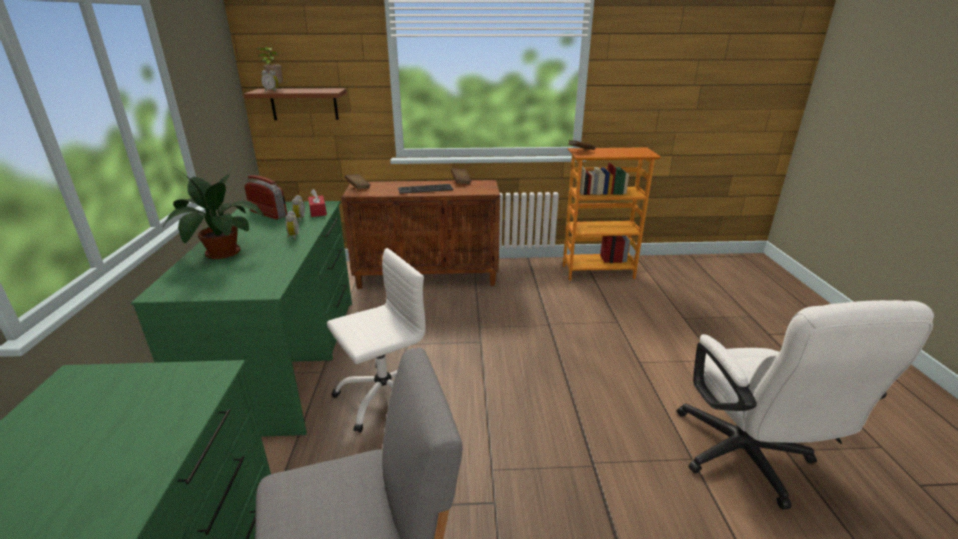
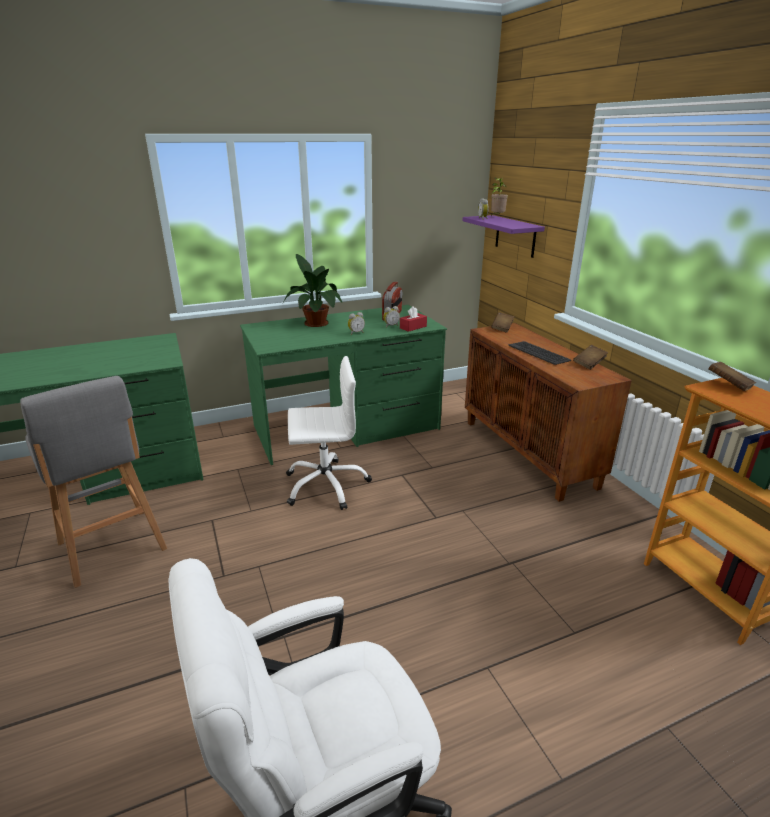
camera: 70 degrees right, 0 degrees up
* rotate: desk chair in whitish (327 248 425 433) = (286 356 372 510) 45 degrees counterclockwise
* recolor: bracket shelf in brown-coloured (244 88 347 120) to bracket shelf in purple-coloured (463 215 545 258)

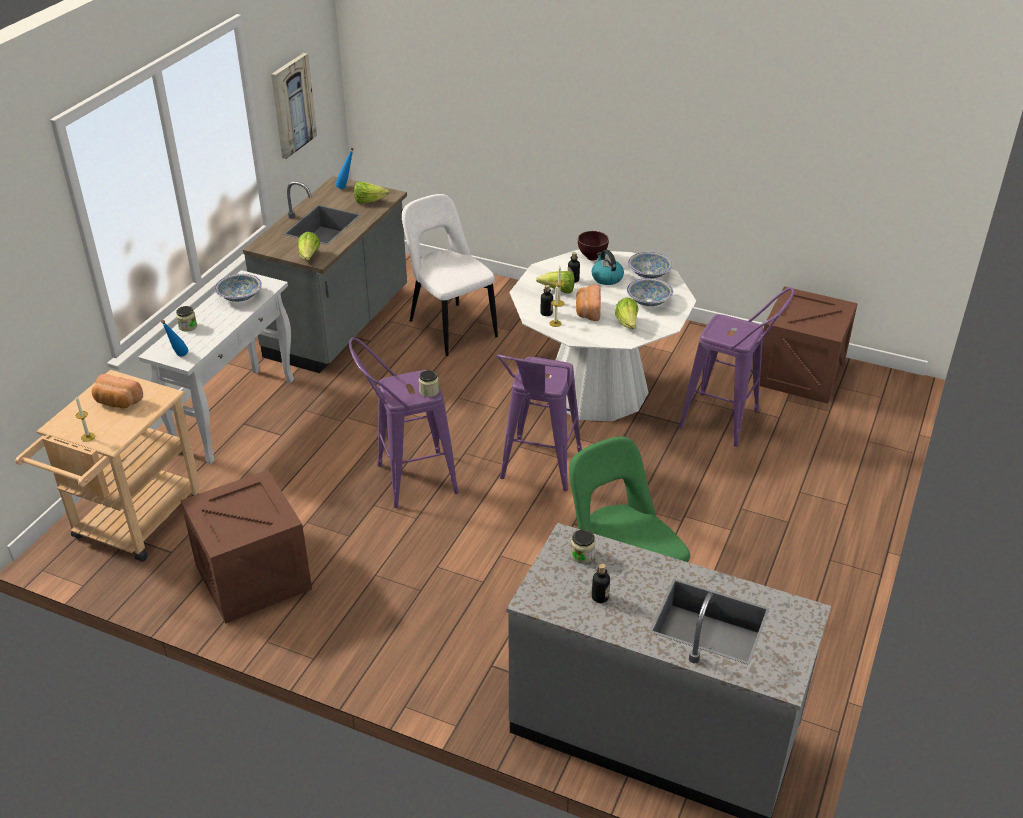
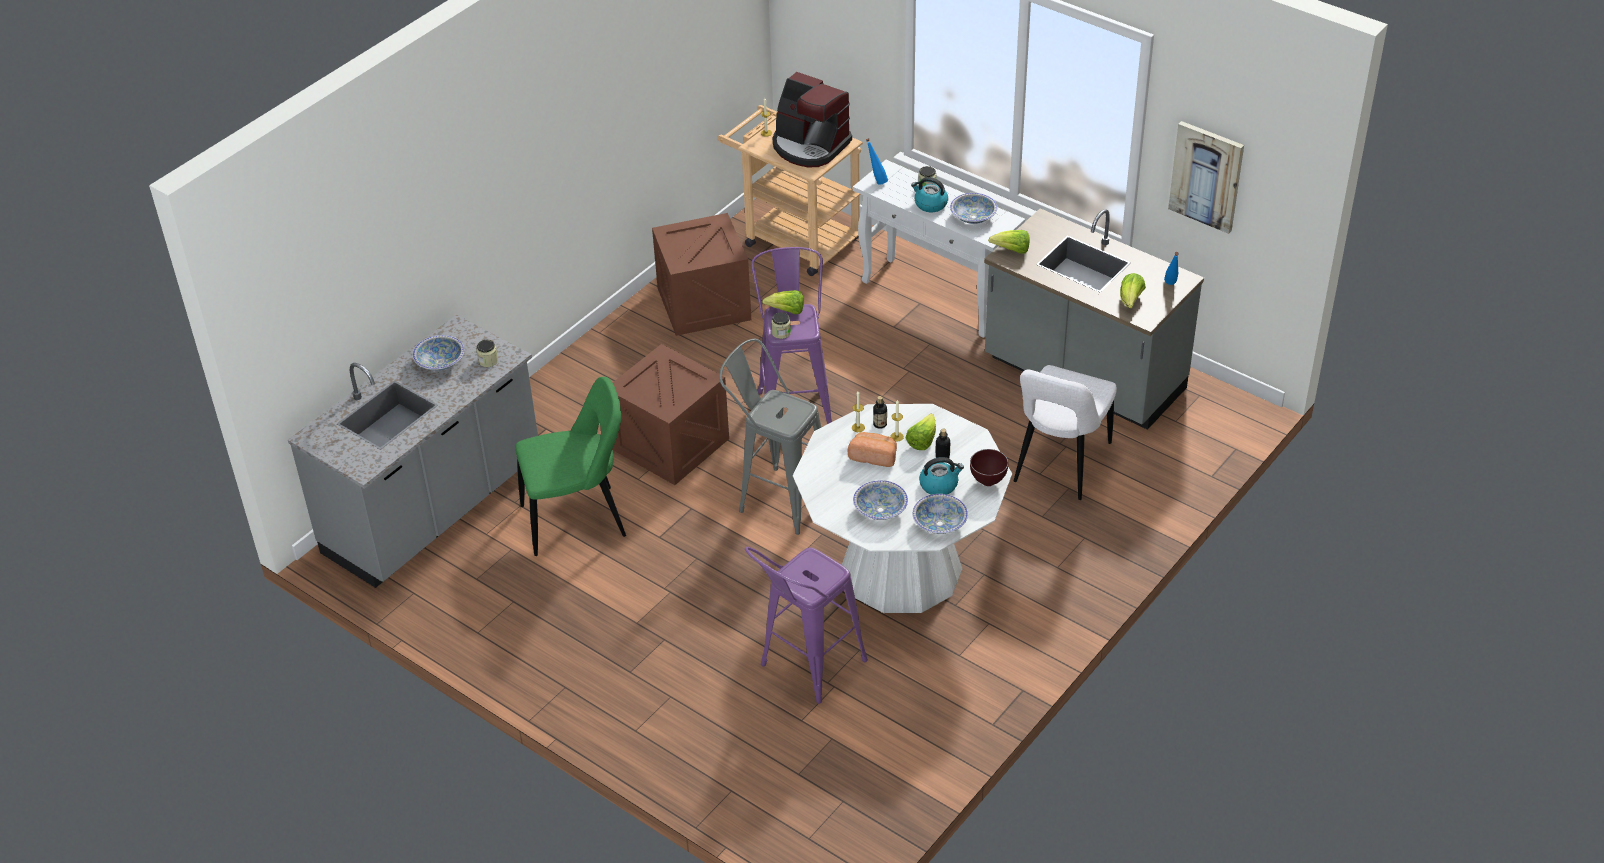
camera: 105 degrees right, 5 degrees up
* replace: bottle (592 564 610 603) to deep dish (413 335 464 371)
* move: crate (760 286 858 404) to (612 344 729 485)
* recolor: stool seat in purple-coloured (496 355 582 491) to stool seat in gray (719 339 821 535)
* move: head of lettuce (615 298 638 329) to (762 290 804 314)
* replace: bread (92 374 143 408) to coffee brewer (773 72 852 167)
* insert: water kettle (911 177 948 212)
* rotate: chair in whitish (402 194 498 356) = (1014 365 1117 500) 135 degrees clockwise

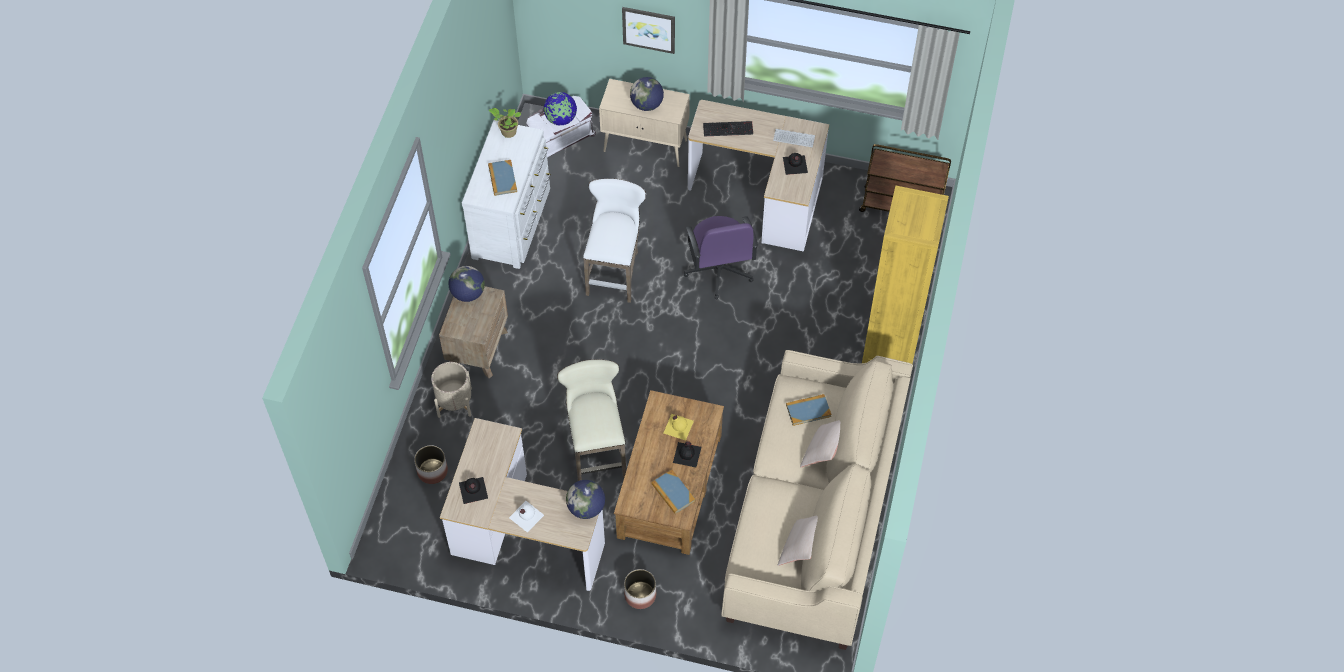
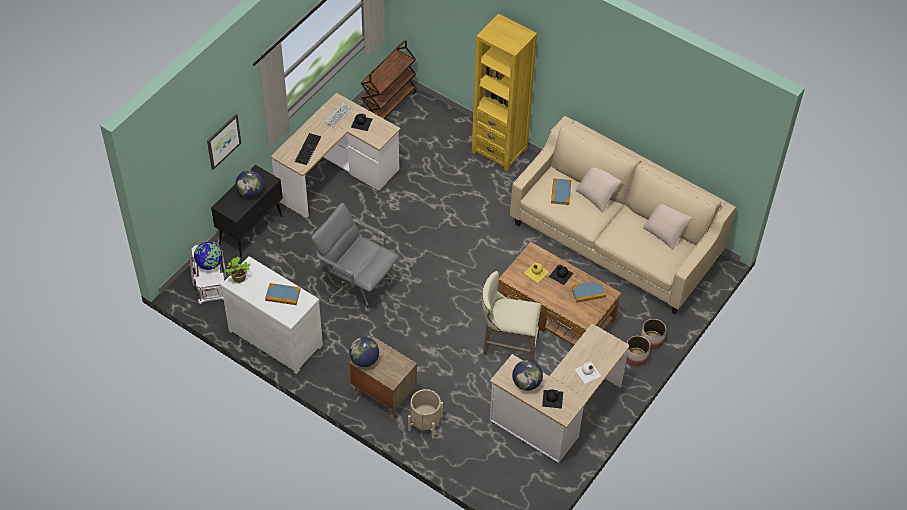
camera: 70 degrees left, 5 degrees down
* recolor: storage cabinet in sand-coloured (599 79 690 167) to storage cabinet in black-coloured (211 165 283 258)
* replace: stool seat in whitish (583 179 646 303) to desk chair in gray (311 203 399 313)
* move: world globe (566 480 605 519) to (512 360 543 391)
* move: plant pot (414 445 448 484) to (641 319 666 349)
* delete: desk chair in purple-coloured (684 216 758 299)

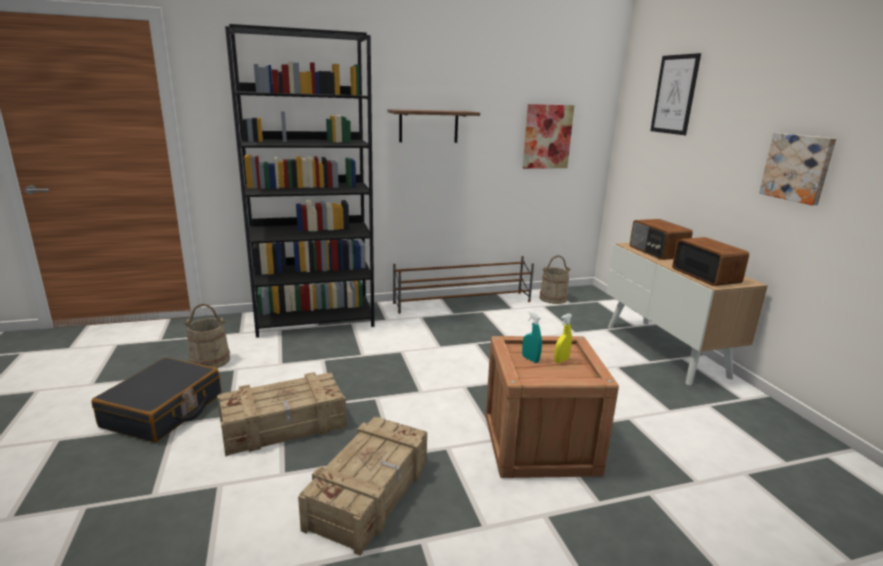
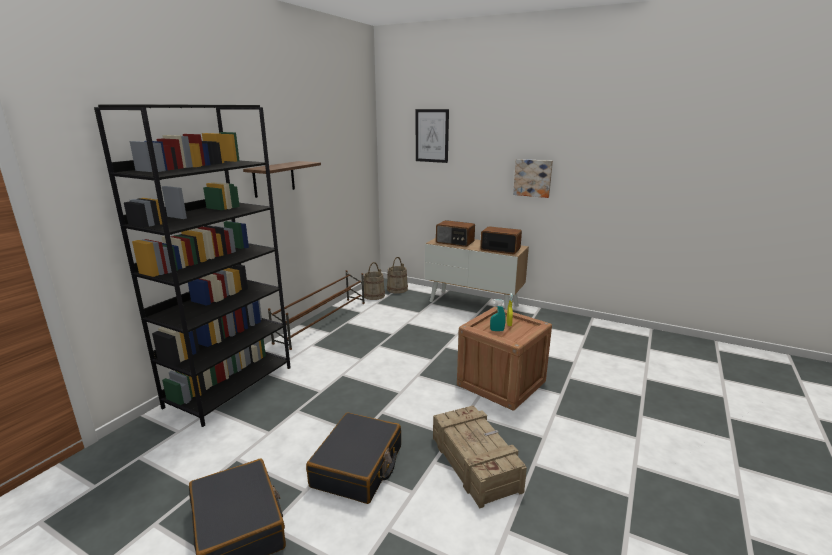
camera: 45 degrees left, 0 degrees up
* replace: crate (217 372 347 456) to suitcase in black-coloured (306 413 401 504)
* move: pail in sand-coloured (183 304 230 368) to (387 257 408 294)
* delete: wall art (523 104 574 169)

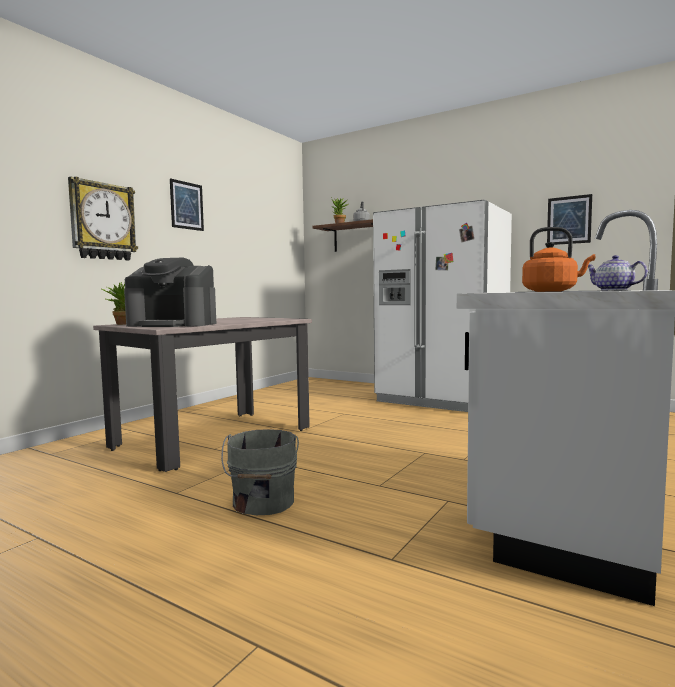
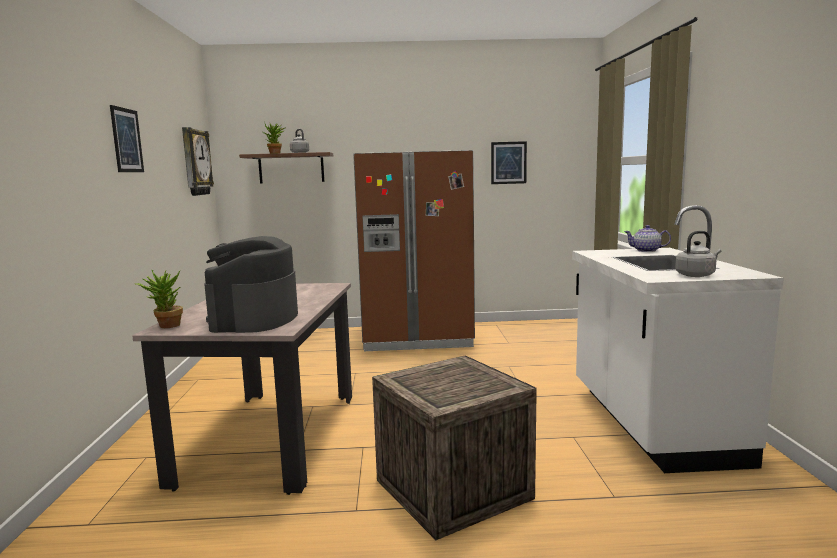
camera: 35 degrees left, 5 degrees up
* move: clock on the wall (68 177 138 260) to (182 127 214 196)
* rotate: coffee brewer (124 258 216 327) = (204 236 298 333) 120 degrees clockwise
* recolor: fridge in whitish (373 200 512 412) to fridge in brown-coloured (353 150 475 351)
* replace: pail in gray (221 429 299 515) to crate (372 355 537 540)
* recolor: water kettle in orangey (522 227 595 292) to water kettle in gray (675 231 721 277)

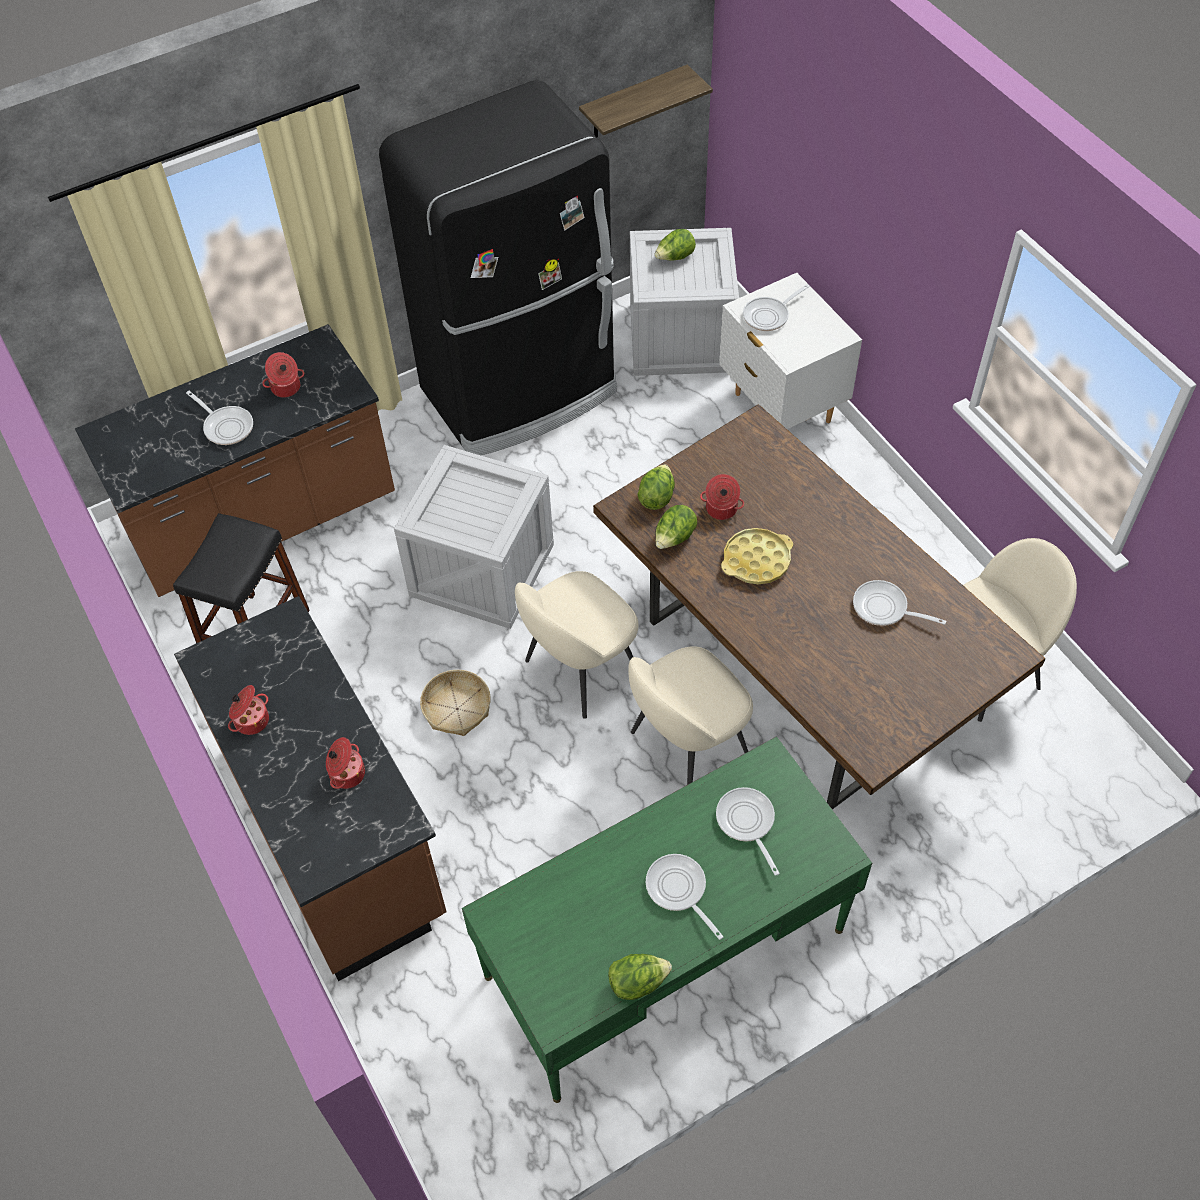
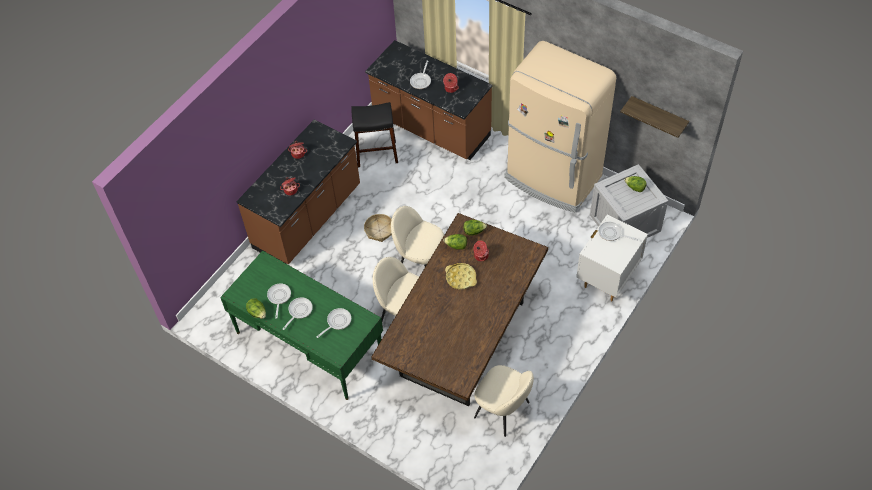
camera: 65 degrees right, 0 degrees up
* move: skillet (853 580 946 626) to (267 283 291 318)
* recolor: fridge in black-coloured (379 80 617 455) to fridge in sand-coloured (504 41 616 212)
* delete: crate (394 445 554 629)

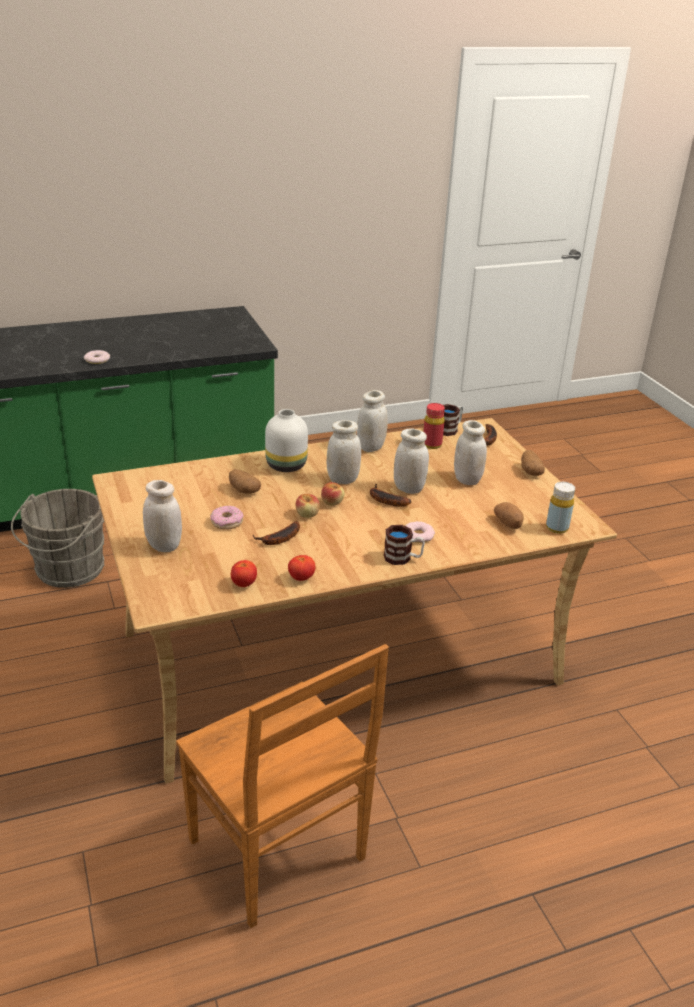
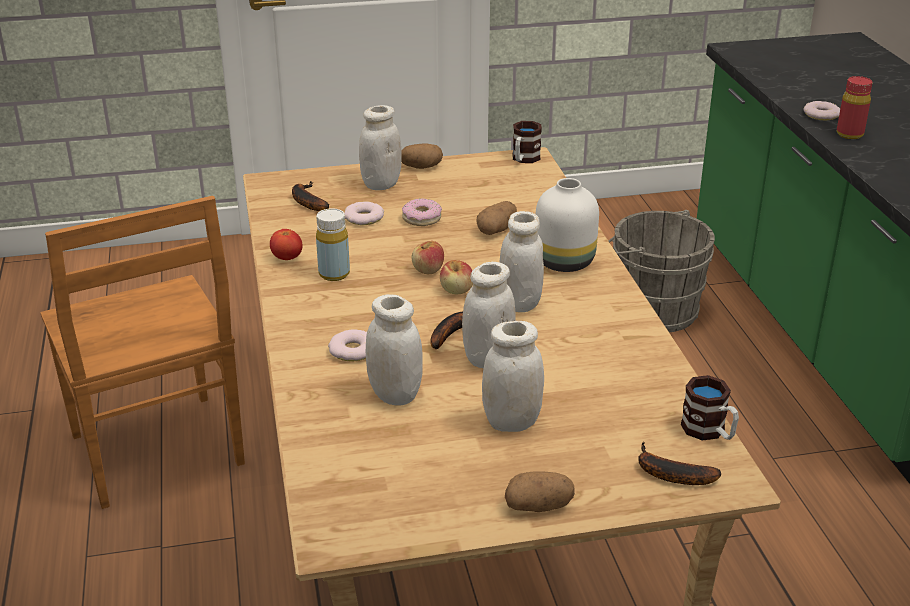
camera: 100 degrees right, 0 degrees up
* rotate: chair in brown-coloured (176 644 389 928) = (40 196 245 509) 90 degrees counterclockwise
* move: banana fruit (253 521 300 545) to (292 181 329 211)
* move: bottle in yellow (546 482 575 534) to (316 208 350 281)
* insert: donut (344 202 384 225)
* move: storage jar in whitish (357 390 388 452) to (366 294 423 406)
* move: whole potato (494 502 524 529) to (401 143 443 169)
* move: tea mug (384 525 425 565) to (512 121 542 163)
* move: bottle in reddish (423 403 445 449) to (837 76 873 139)
* delete: whole tomato (231 560 257 587)

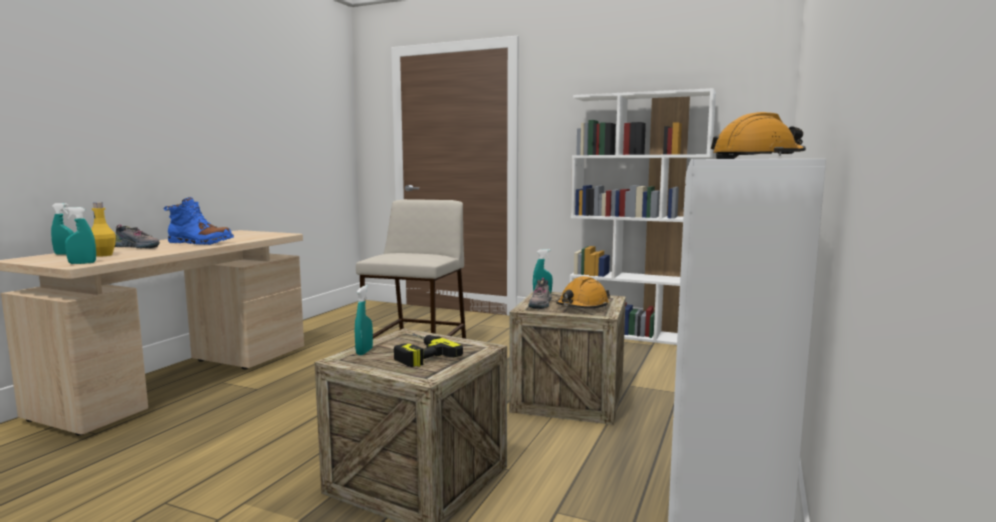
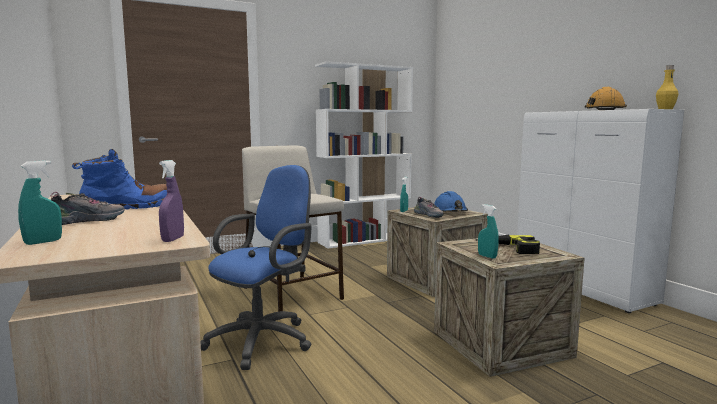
camera: 50 degrees left, 0 degrees up
* recolor: spray bottle in turquoise-coloured (65 207 96 264) to spray bottle in purple-coloured (159 160 184 242)
* insert: desk chair in blue (200 165 312 370)
* recolor: hard hat in orangey (556 276 610 308) to hard hat in blue (434 191 468 212)
* move: bottle in yellow (91 202 116 257) to (656 65 679 109)

